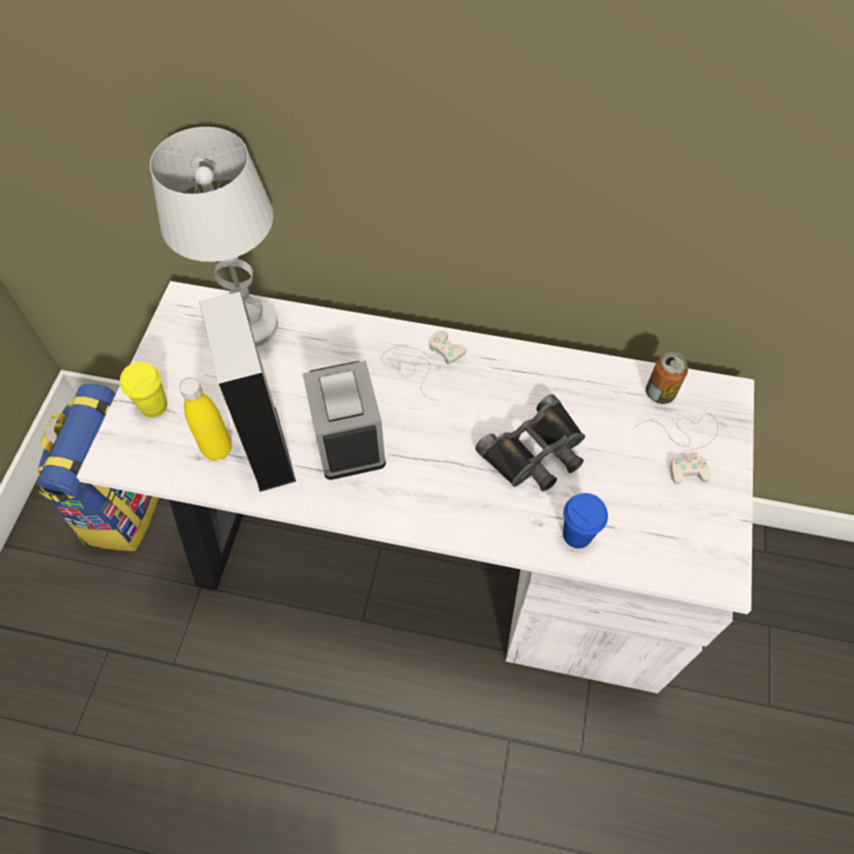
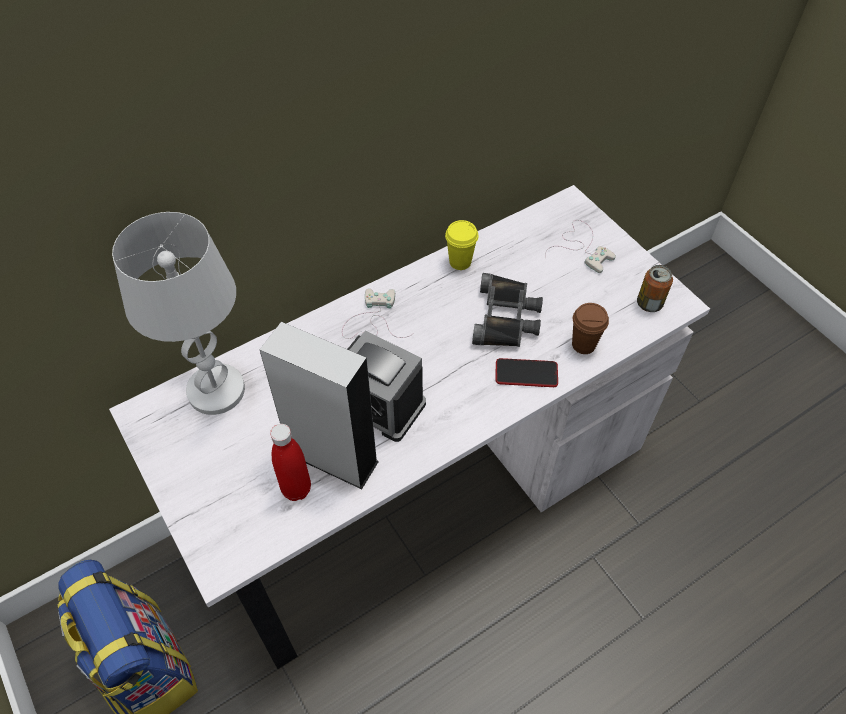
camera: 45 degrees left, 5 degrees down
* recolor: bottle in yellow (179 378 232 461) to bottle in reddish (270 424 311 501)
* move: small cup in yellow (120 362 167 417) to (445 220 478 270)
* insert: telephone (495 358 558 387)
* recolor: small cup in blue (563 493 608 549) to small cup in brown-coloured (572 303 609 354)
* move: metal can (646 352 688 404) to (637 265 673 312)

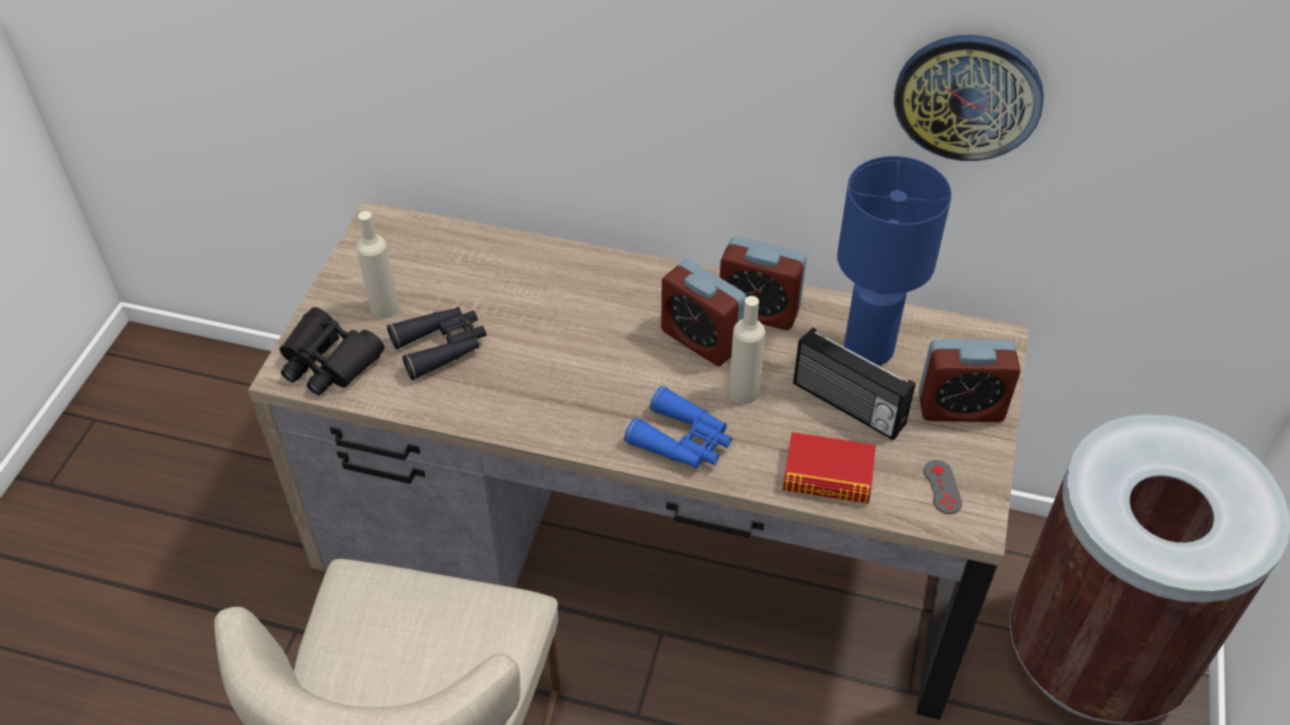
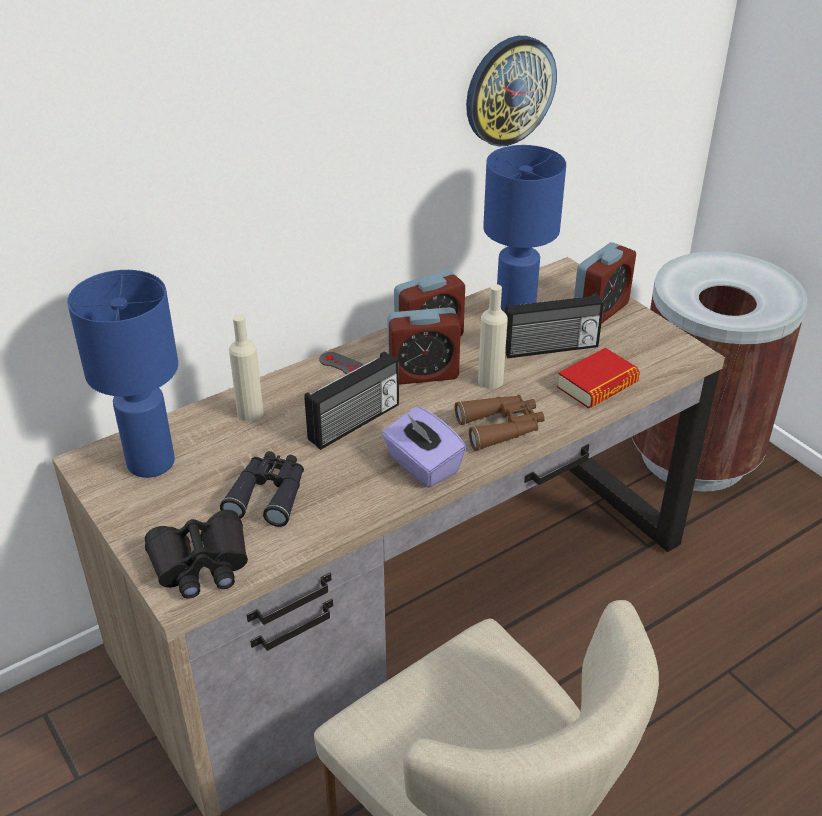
camera: 50 degrees left, 10 degrees down
* insert: tabletop lamp in blue (67 270 178 478)
* move: bottle in sand-coloured (356 211 399 319) to (229 315 264 422)
* insert: radio set (304 351 399 450)
* move: game controller in gray (924 460 963 514) to (319 352 363 374)
* insert: tissue box in purple-coloured (382 407 466 488)
* recolor: pair of binoculars in blue (624 386 732 469) to pair of binoculars in brown-coloured (455 395 545 451)

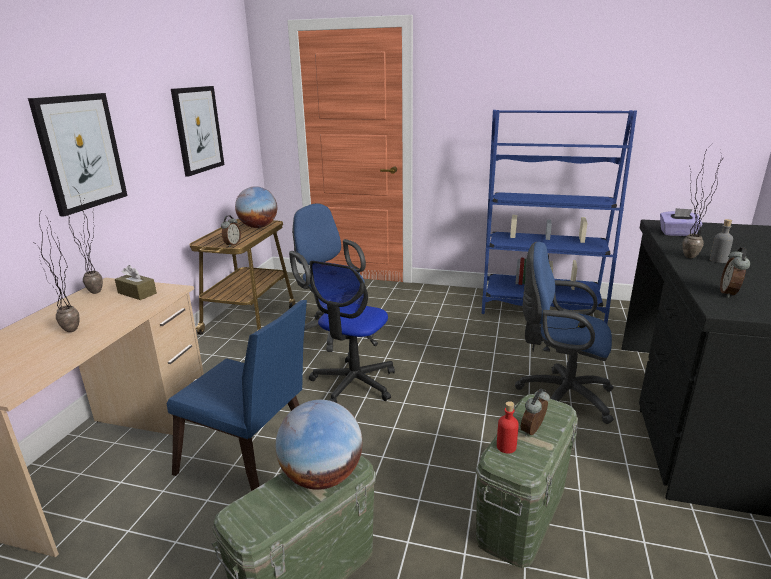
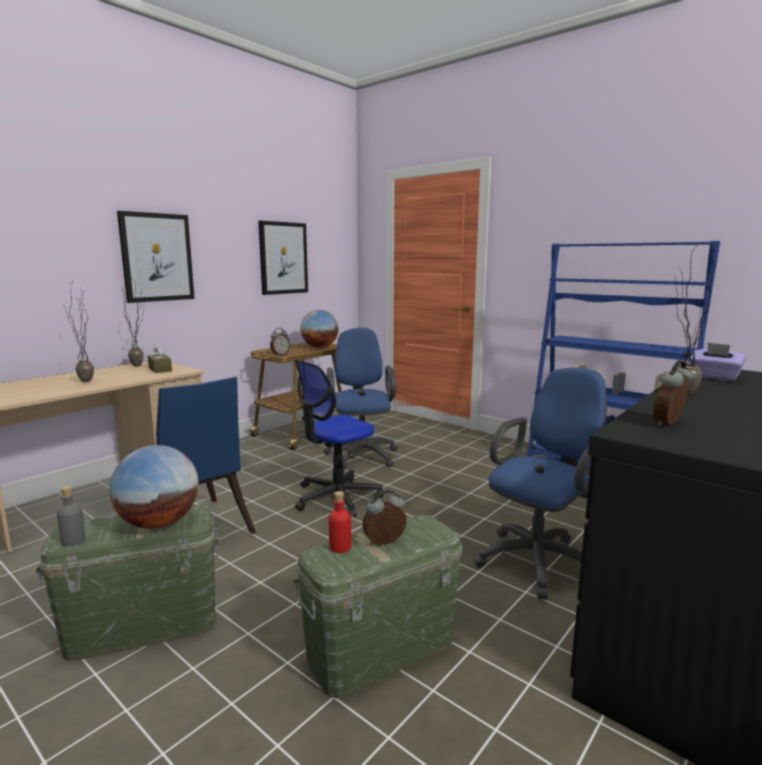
camera: 25 degrees right, 10 degrees down
* move: bottle in gray (710 219 733 263) to (57 486 86 546)
* rotate: desk chair in blue (515 242 614 424) = (474 367 607 600) 90 degrees clockwise

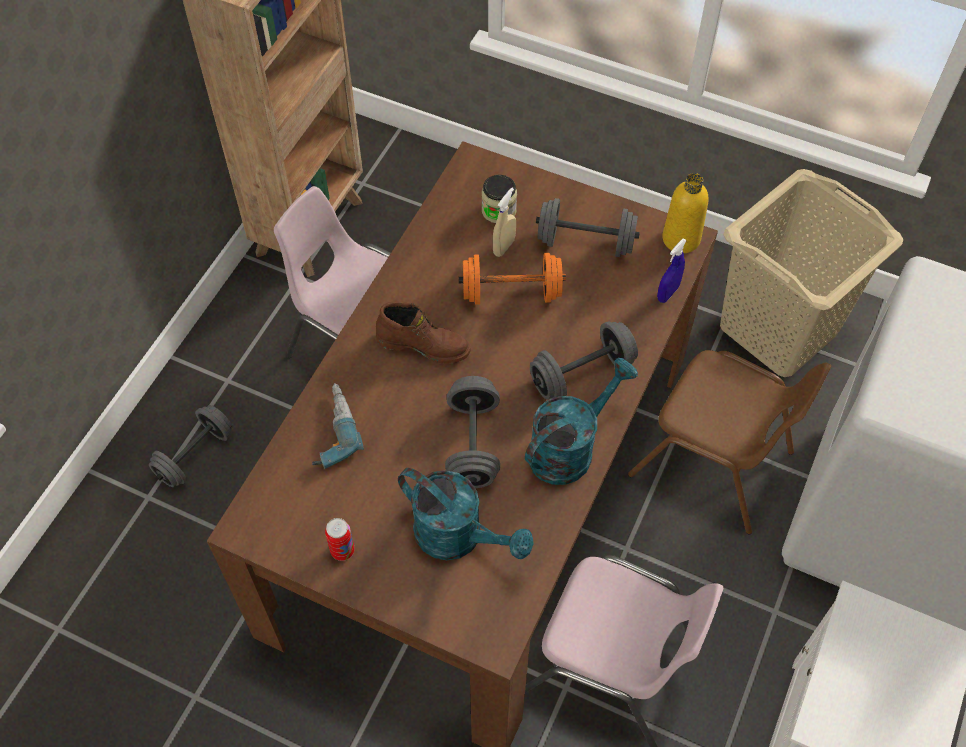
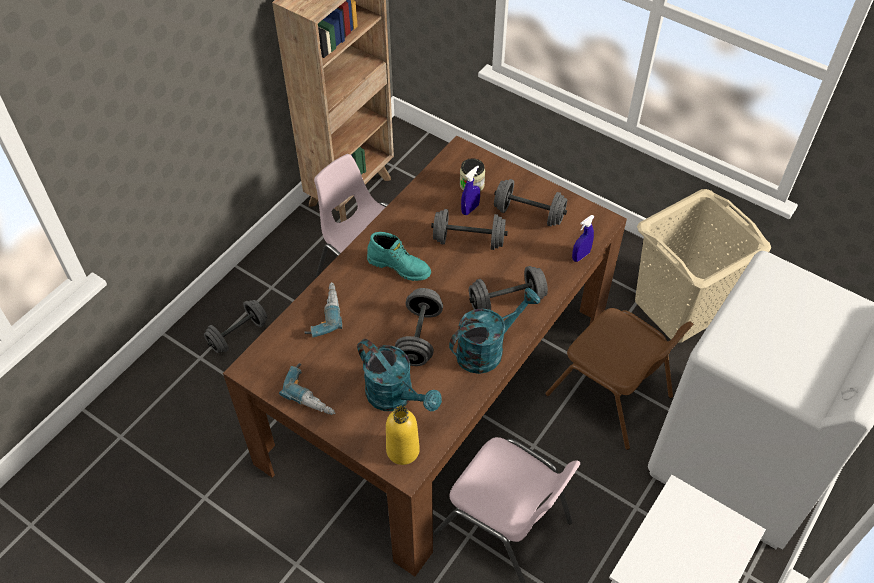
camera: 10 degrees right, 5 degrees down
* replace: metal can (325 518 355 561) to power drill (279 363 335 415)
* recolor: tall boot in brown-coloured (376 301 471 363) to tall boot in turquoise-coloured (367 232 431 281)
* move: bottle in yellow (662 173 709 253) to (386 406 420 465)
* recolor: hand weight in orangey (459 253 566 305) to hand weight in gray (431 209 508 250)
* recolor: spray bottle in sand-coloured (493 188 516 257) to spray bottle in blue (461 165 480 215)

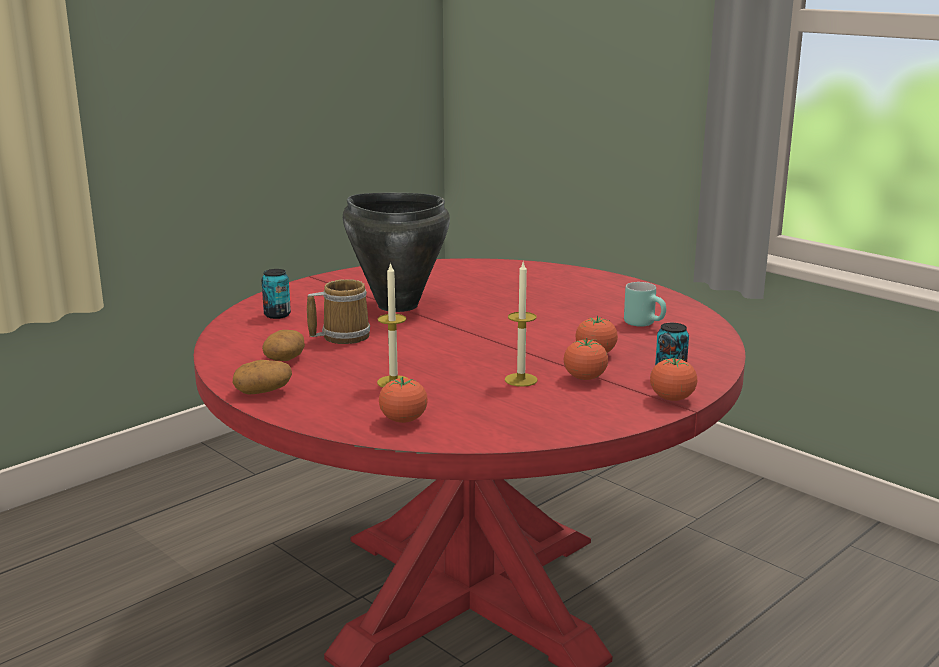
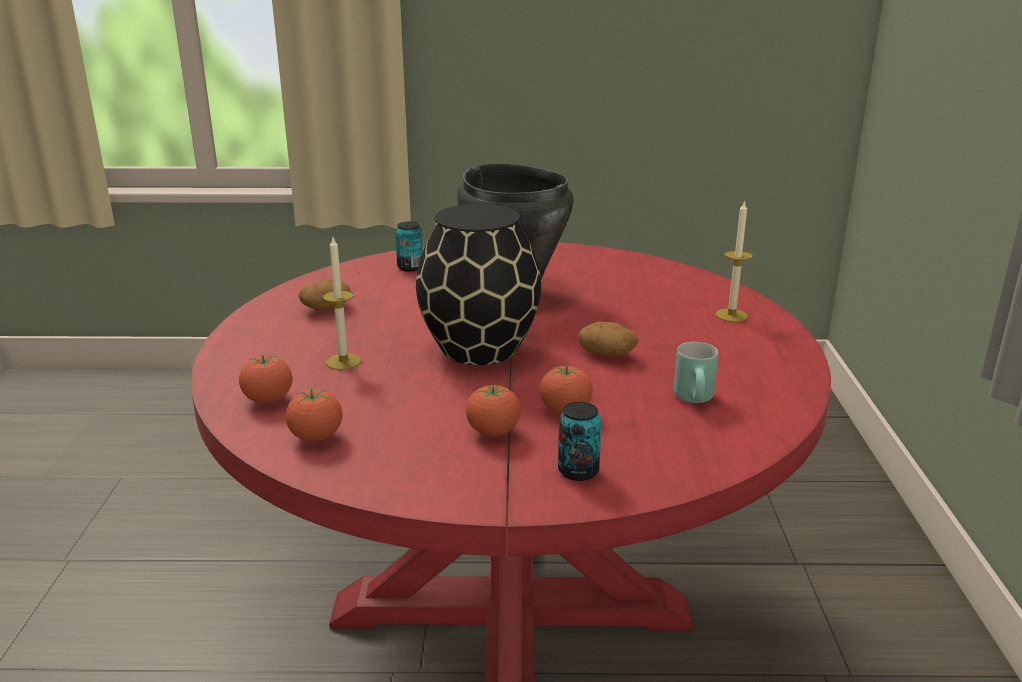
camera: 45 degrees right, 5 degrees up
* move: whole tomato (650 357 697 401) to (286 388 342 442)
* insert: flower vase in black-coloured (416 204 541 365)
* move: whole potato (233 360 292 395) to (578 322 639 356)
* move: wax light (505 262 537 387) to (716 200 753 322)
* delete: tea mug (307 279 370 344)

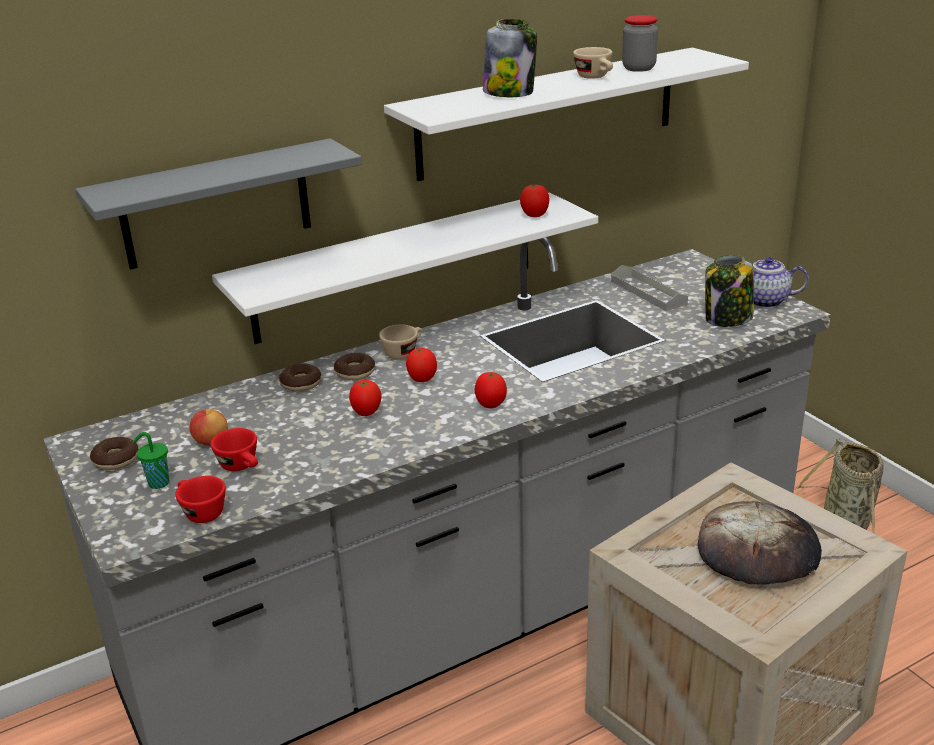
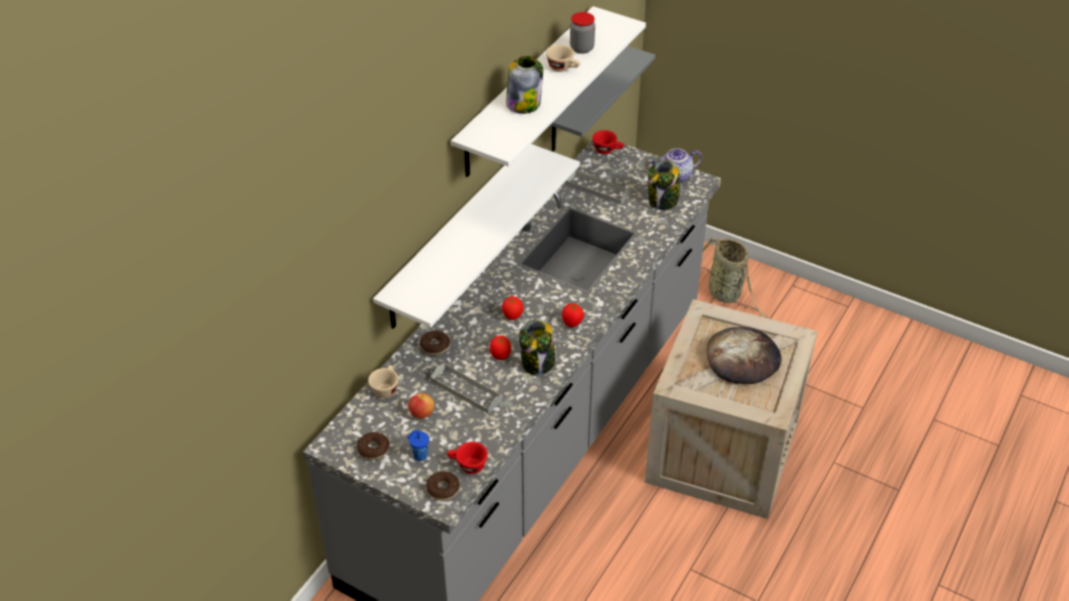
camera: 30 degrees left, 15 degrees up
* move: small cup in sand-coloured (379 324 422 360) to (368 365 398 398)
* recolor: small cup in green-coloured (132 432 169 489) to small cup in blue (407 430 429 461)
* move: donut (334 353 375 381) to (426 471 460 501)
* insert: carrying tray in gray (430 363 502 414)
* insert: storage jar (519 319 555 375)
* move: bracket shelf in gray (75 138 362 270) to (550 46 655 152)
* move: small cup in reddish (211 428 258 471) to (592 130 624 154)
* delete: whole tomato (520 185 549 217)

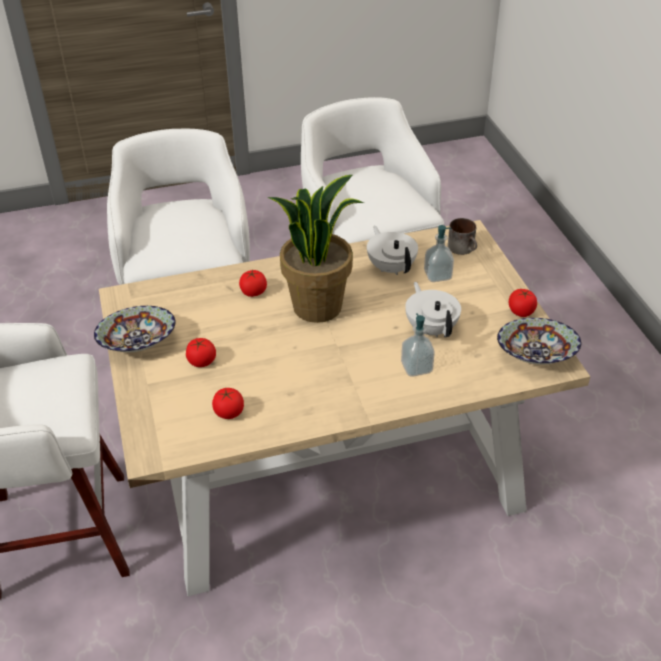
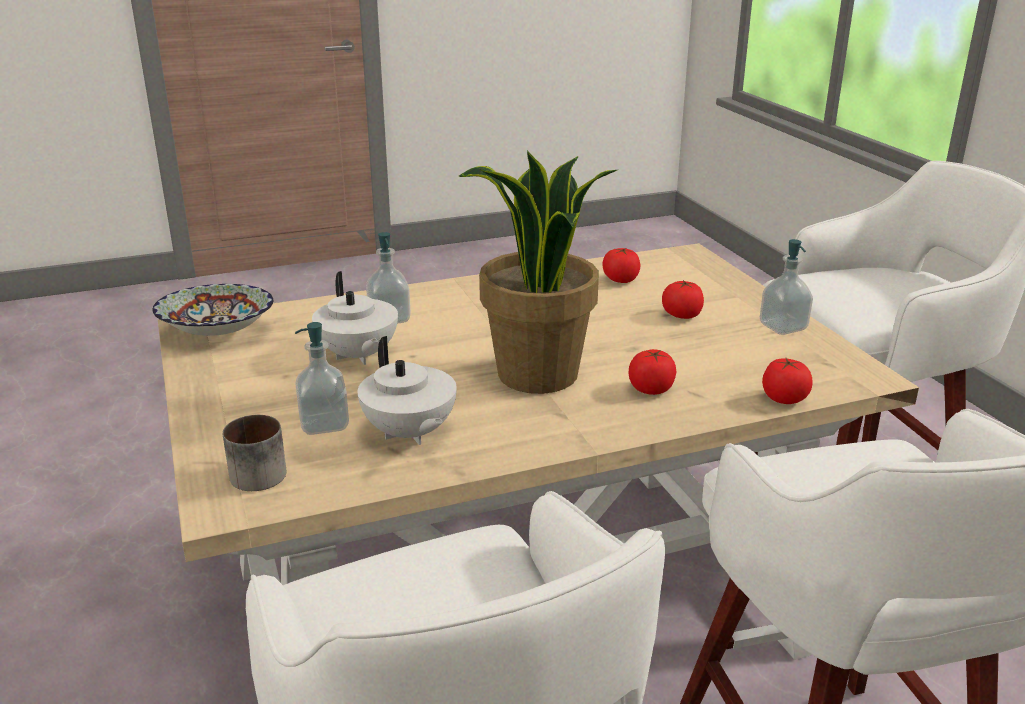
camera: 175 degrees right, 15 degrees down
* replace: deep dish (94 306 176 352) to soap bottle (760 239 813 335)
* move: whole tomato (509 289 537 317) to (762 358 813 404)

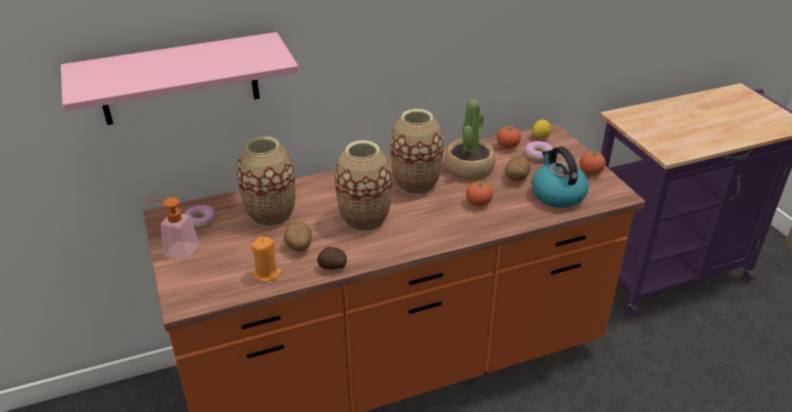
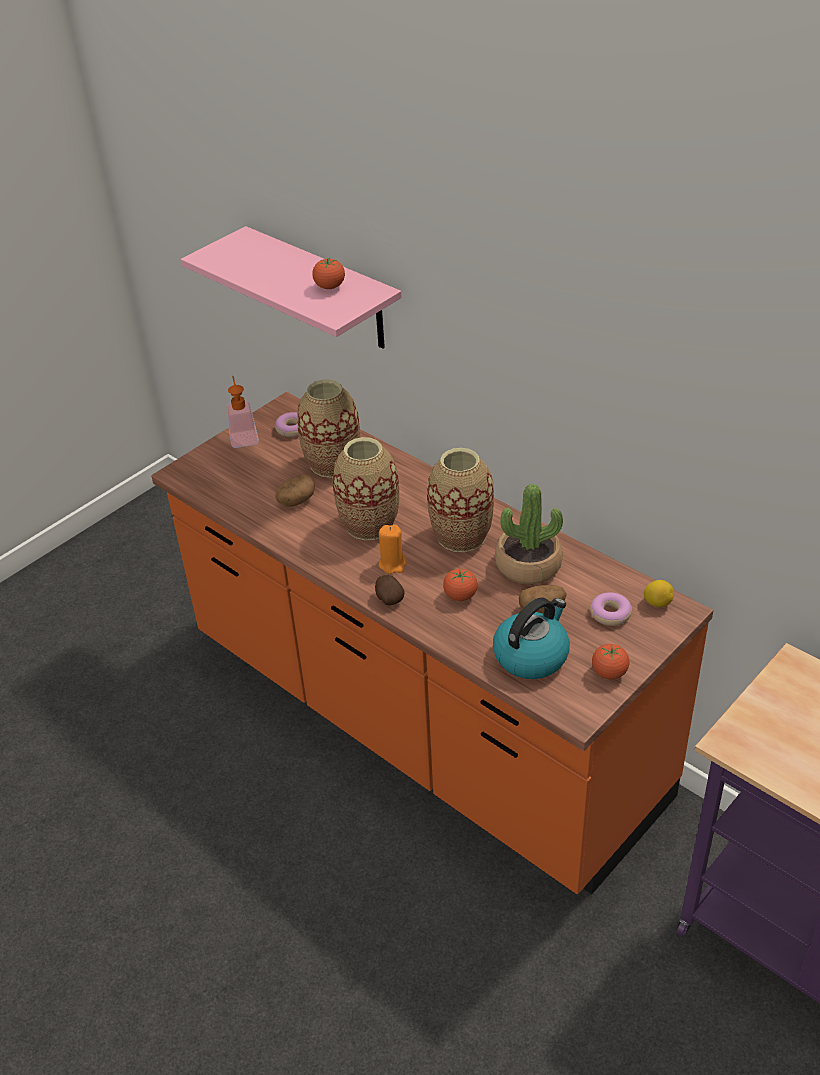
camera: 65 degrees right, 5 degrees up
* move: whole tomato (497 126 521 148) to (312 257 345 289)
* move: whole potato (317 247 347 270) to (375 575 405 606)
* move: wax light in orangey (251 237 282 282) to (379 525 407 574)

